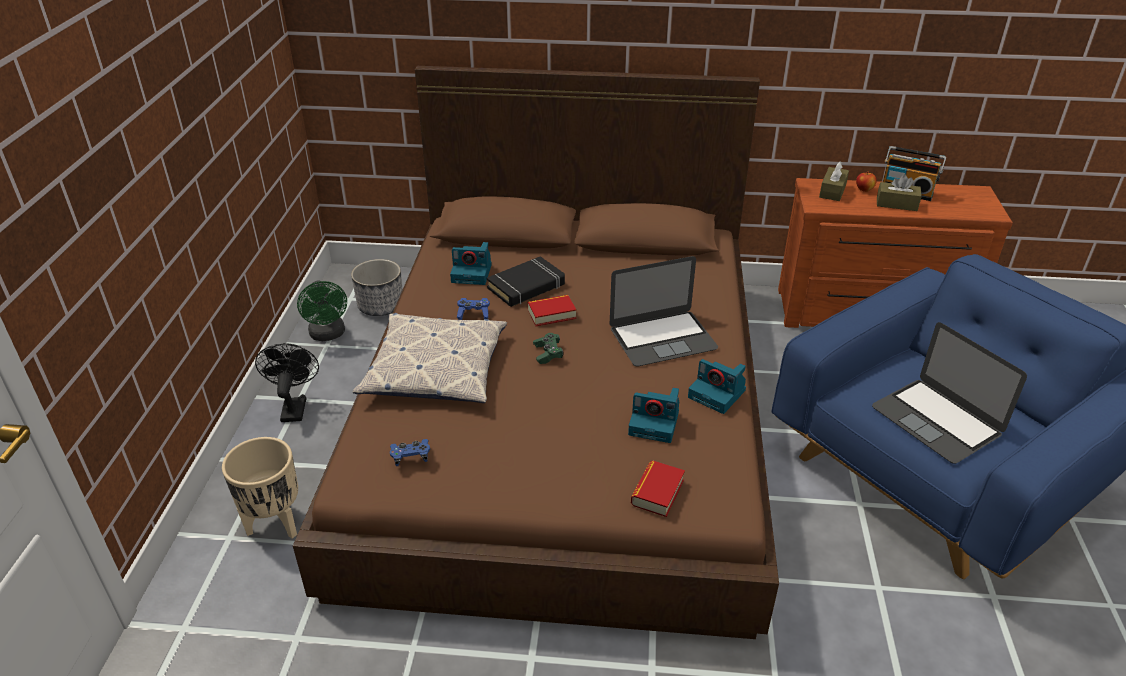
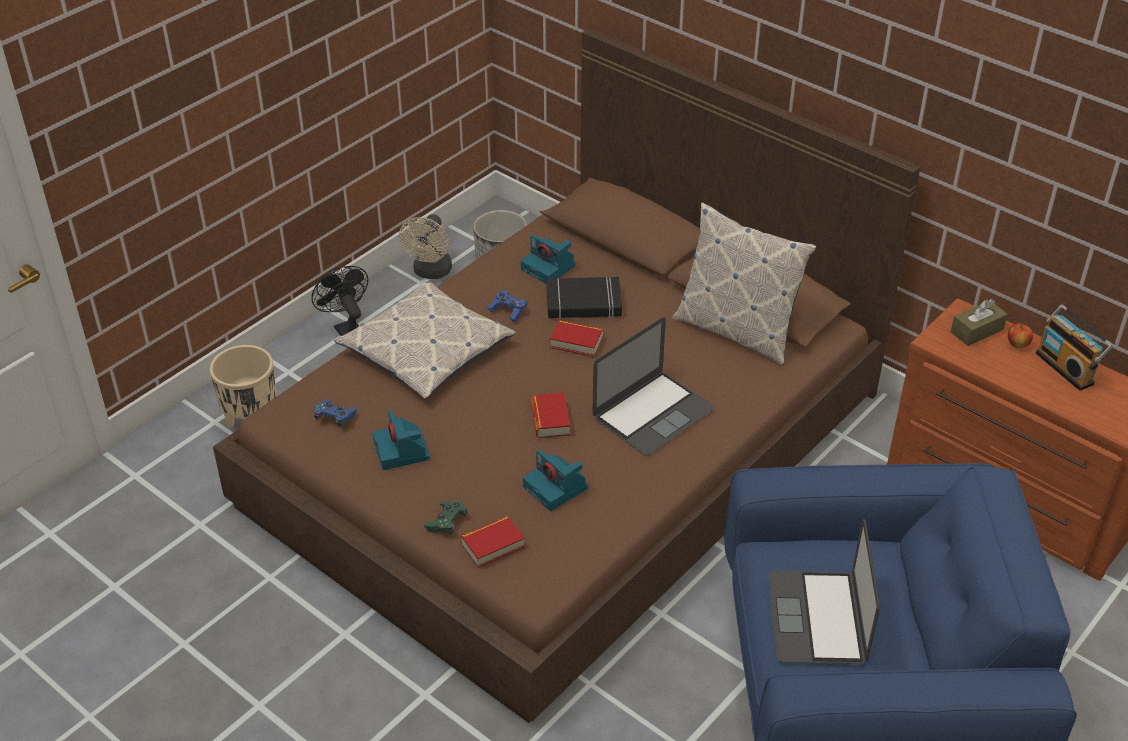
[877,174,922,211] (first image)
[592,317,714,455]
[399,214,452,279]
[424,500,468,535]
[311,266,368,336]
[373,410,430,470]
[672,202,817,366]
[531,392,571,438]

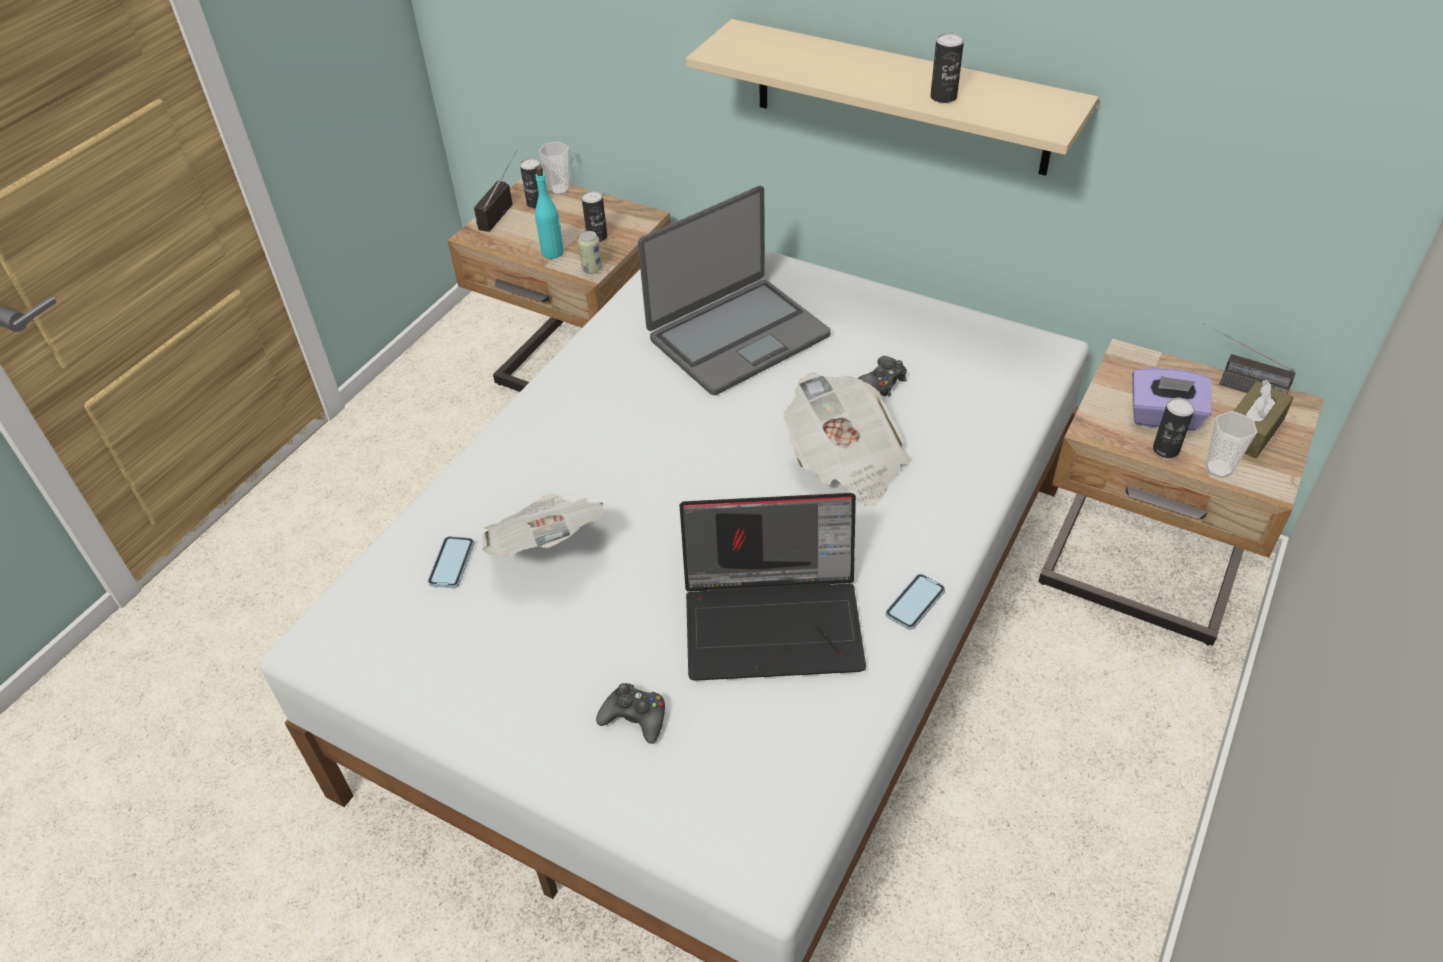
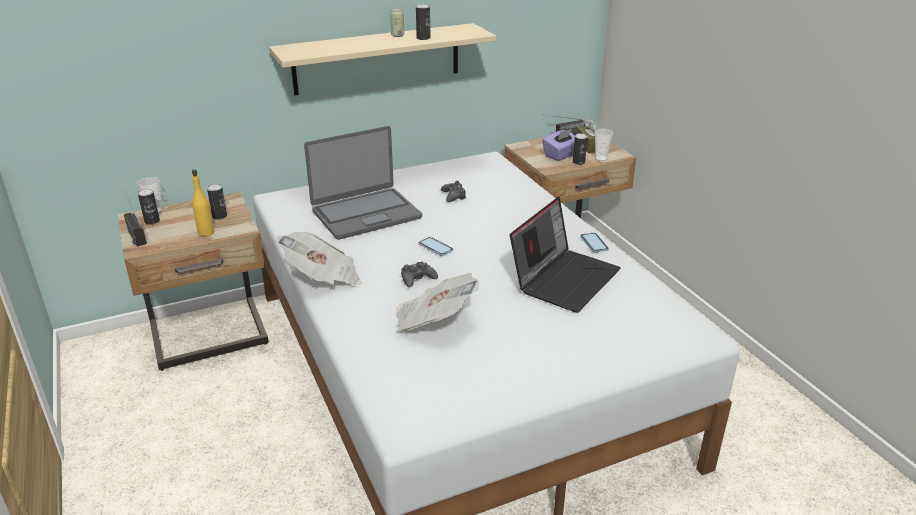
[192,169,214,237]
[304,126,422,240]
[390,8,404,37]
[277,232,362,285]
[419,237,453,256]
[401,261,438,287]

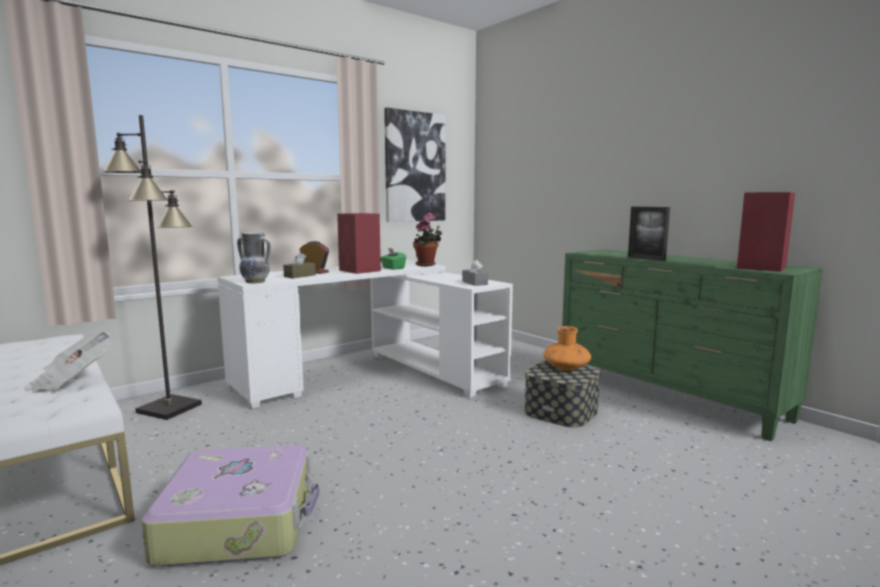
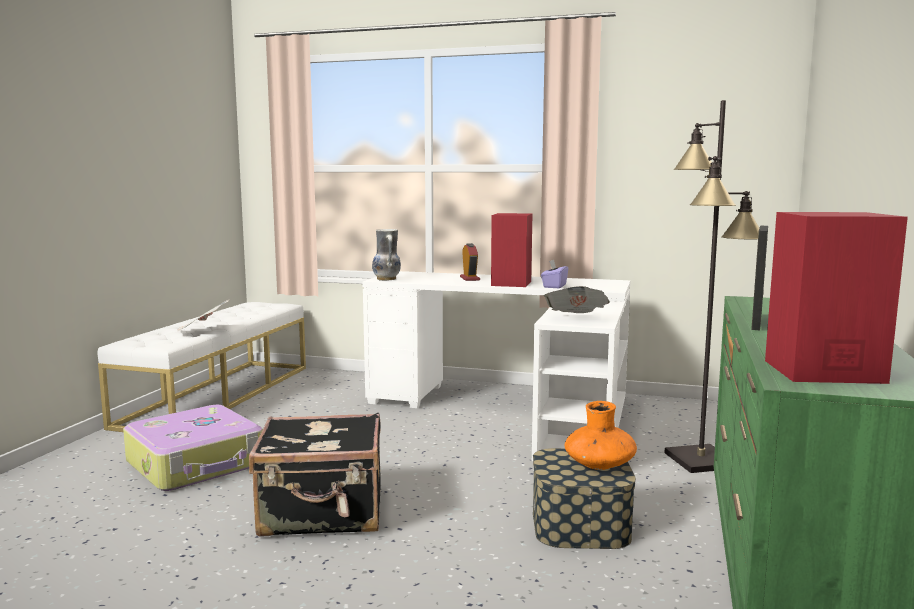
[384,107,445,222] (first image)
[664,100,759,473]
[413,213,442,266] (first image)
[541,259,568,288]
[283,252,316,278] (first image)
[544,286,610,313]
[249,413,381,536]

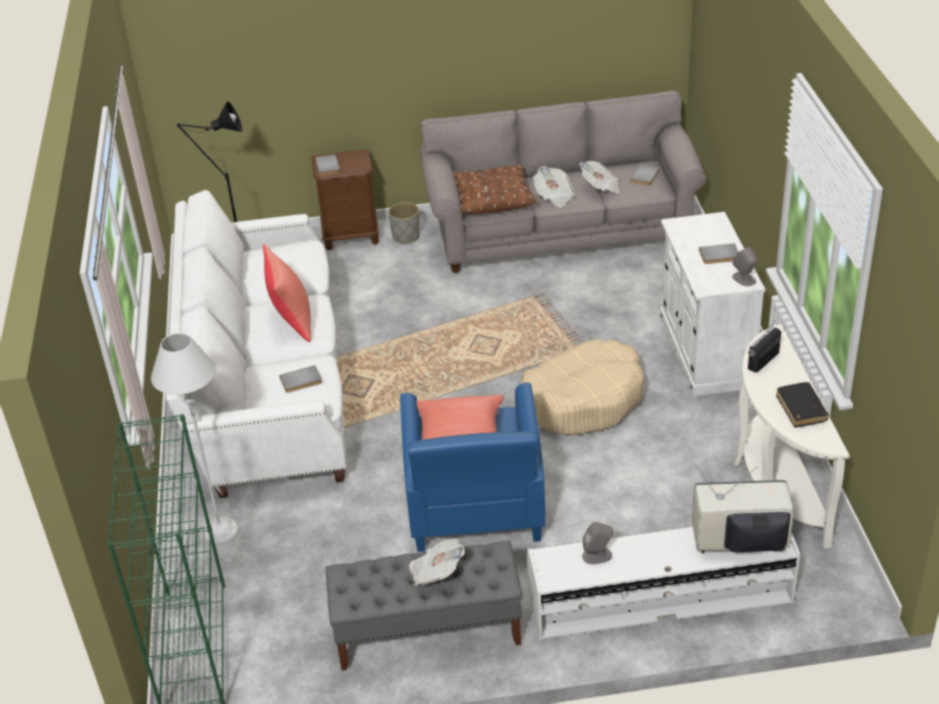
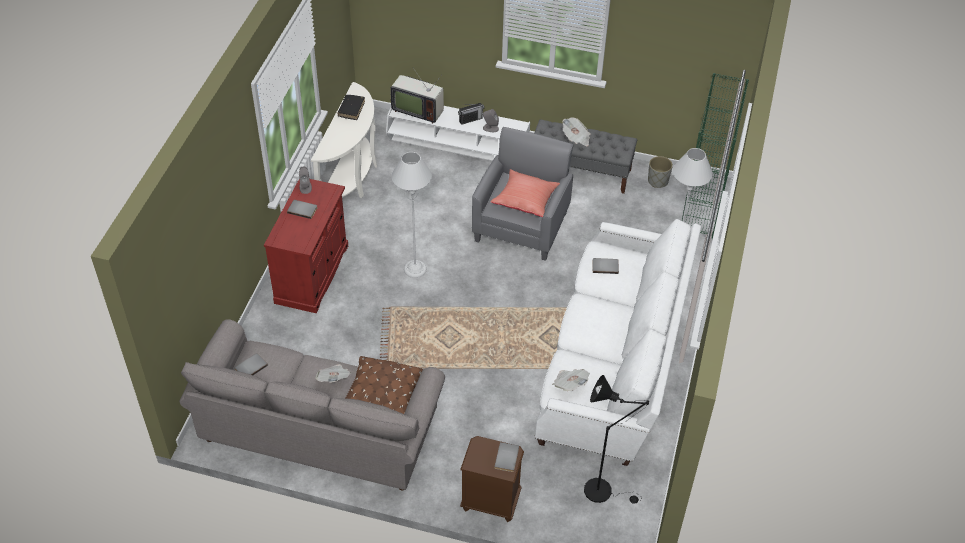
[552,369,590,391]
[648,156,673,188]
[264,179,348,313]
[263,244,311,342] (first image)
[458,103,484,125]
[392,152,432,278]
[472,127,574,261]

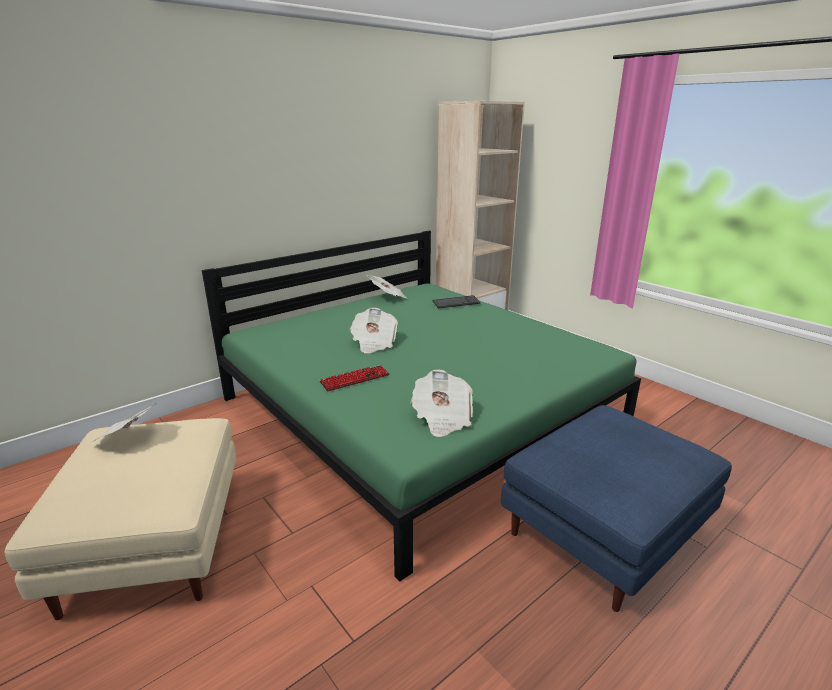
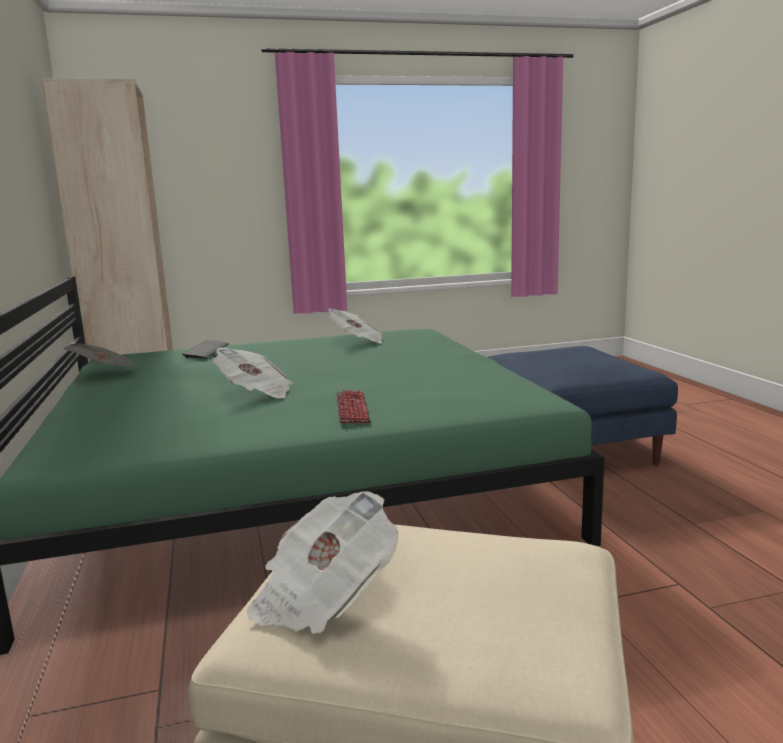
[328,309,383,343]

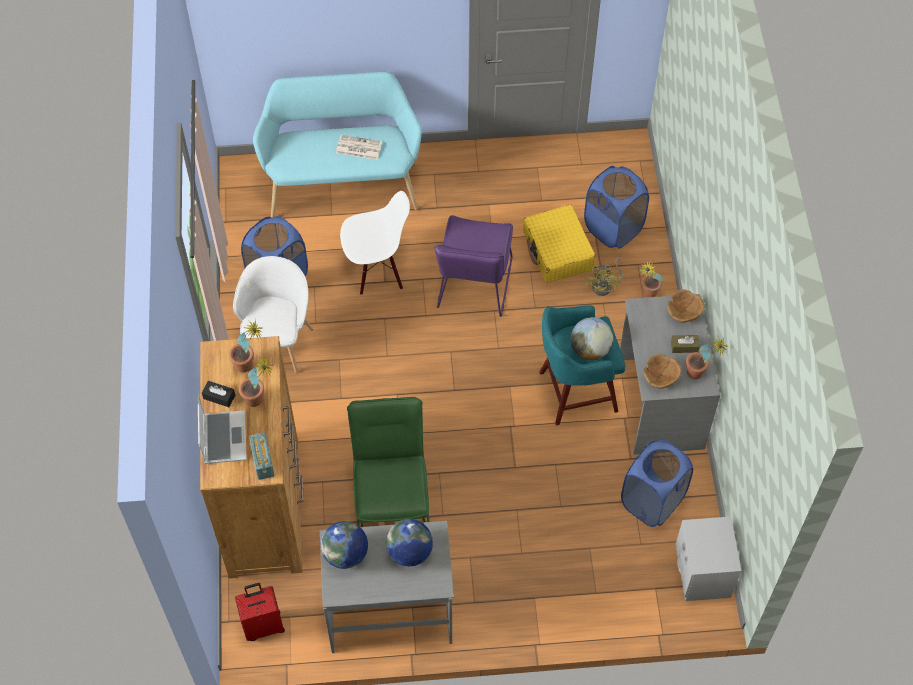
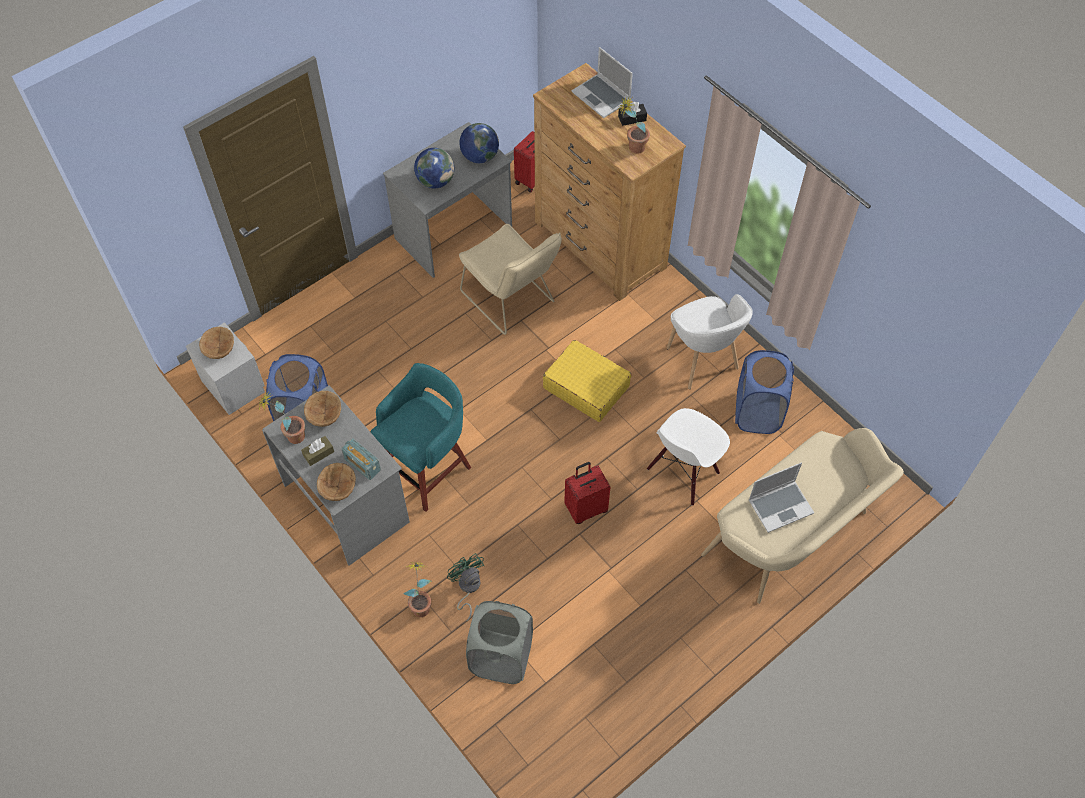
[701,428,904,604]
[749,463,814,533]
[466,601,533,684]
[543,340,631,422]
[564,462,611,524]
[447,553,485,621]
[571,317,614,360] (first image)
[239,356,274,407] (first image)
[459,224,562,335]
[341,438,381,480]
[199,327,234,359]

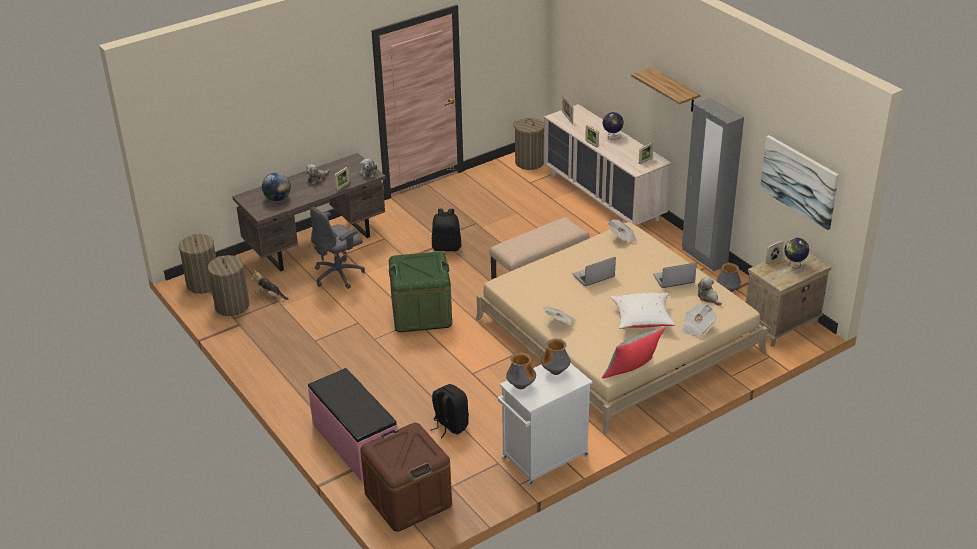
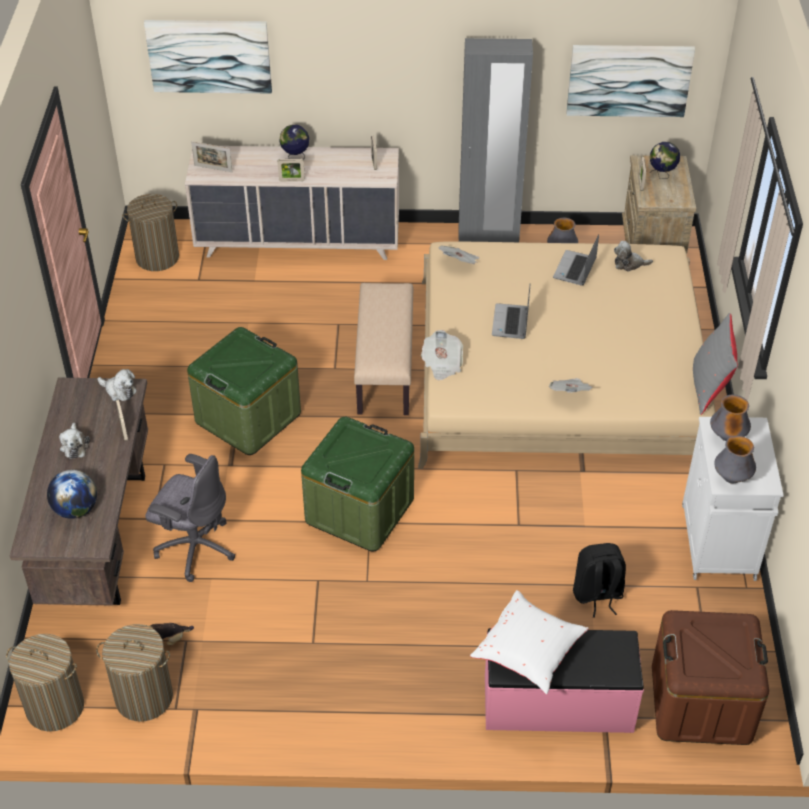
[631,67,700,112] (first image)
[145,454,235,582]
[187,327,301,455]
[470,590,589,694]
[421,330,463,381]
[144,20,272,94]

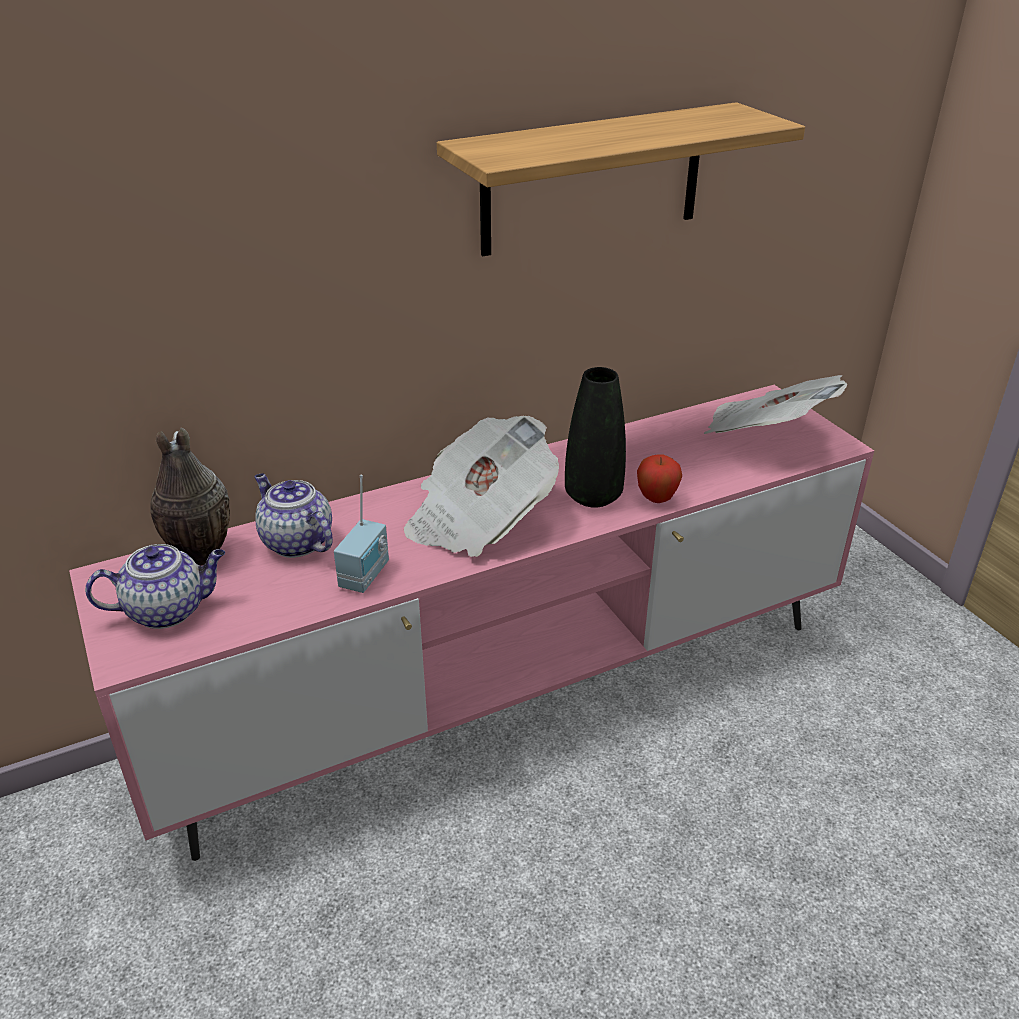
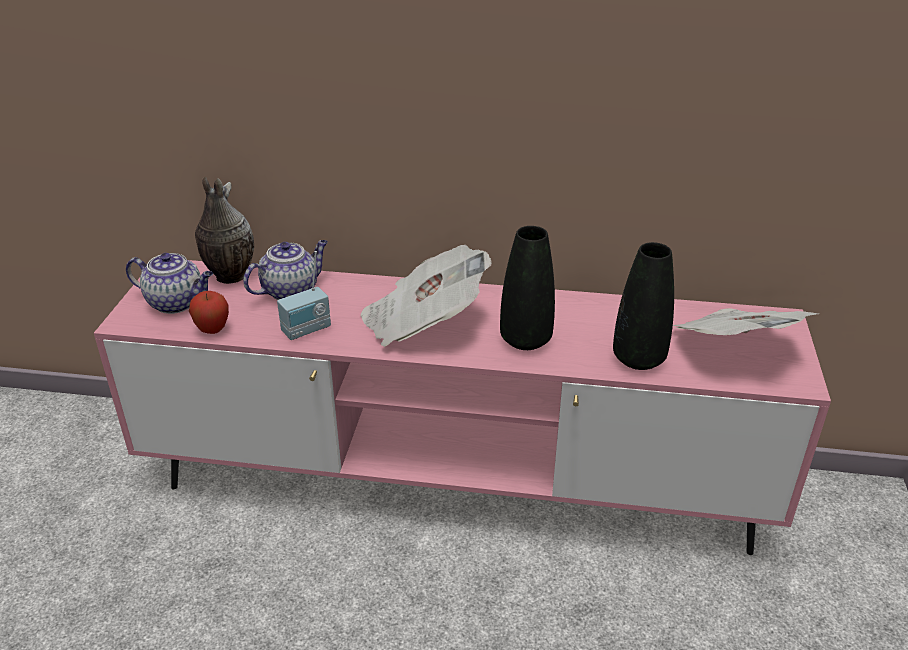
[437,102,805,256] (first image)
[189,291,229,334]
[243,240,328,300]
[613,242,674,370]

